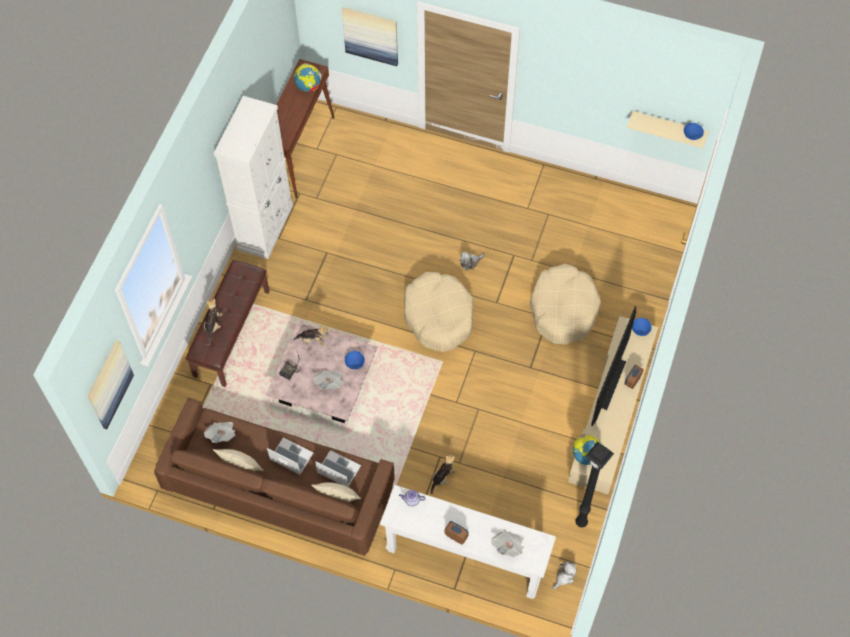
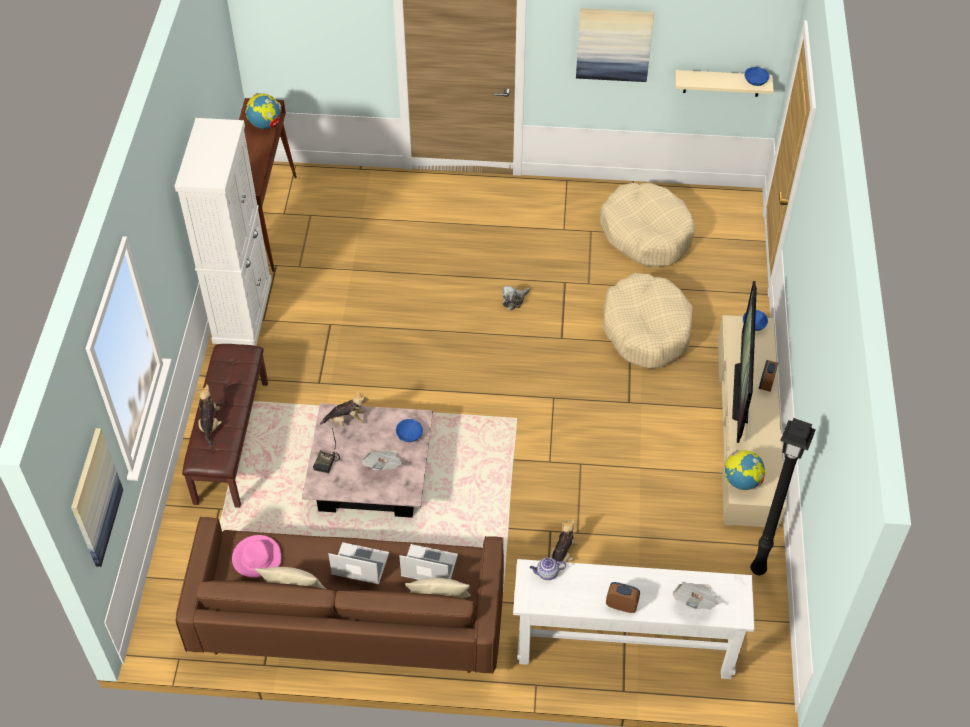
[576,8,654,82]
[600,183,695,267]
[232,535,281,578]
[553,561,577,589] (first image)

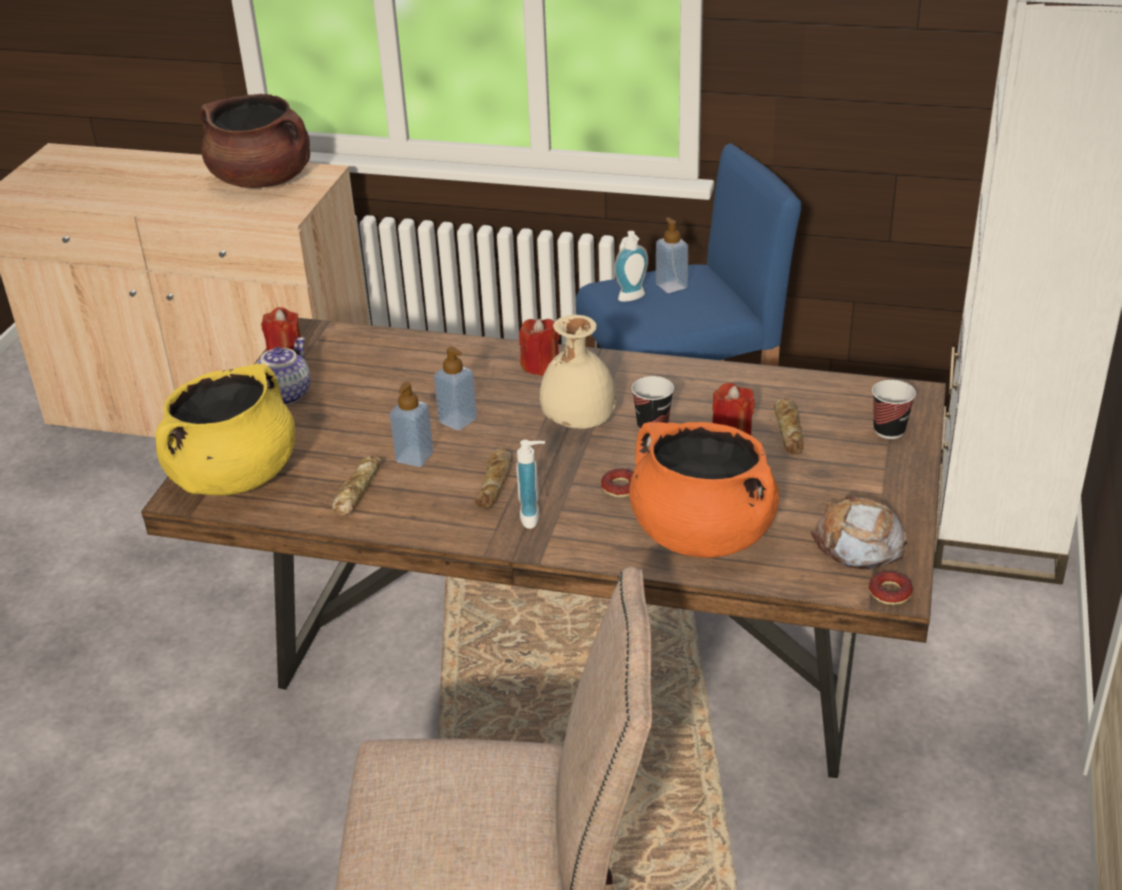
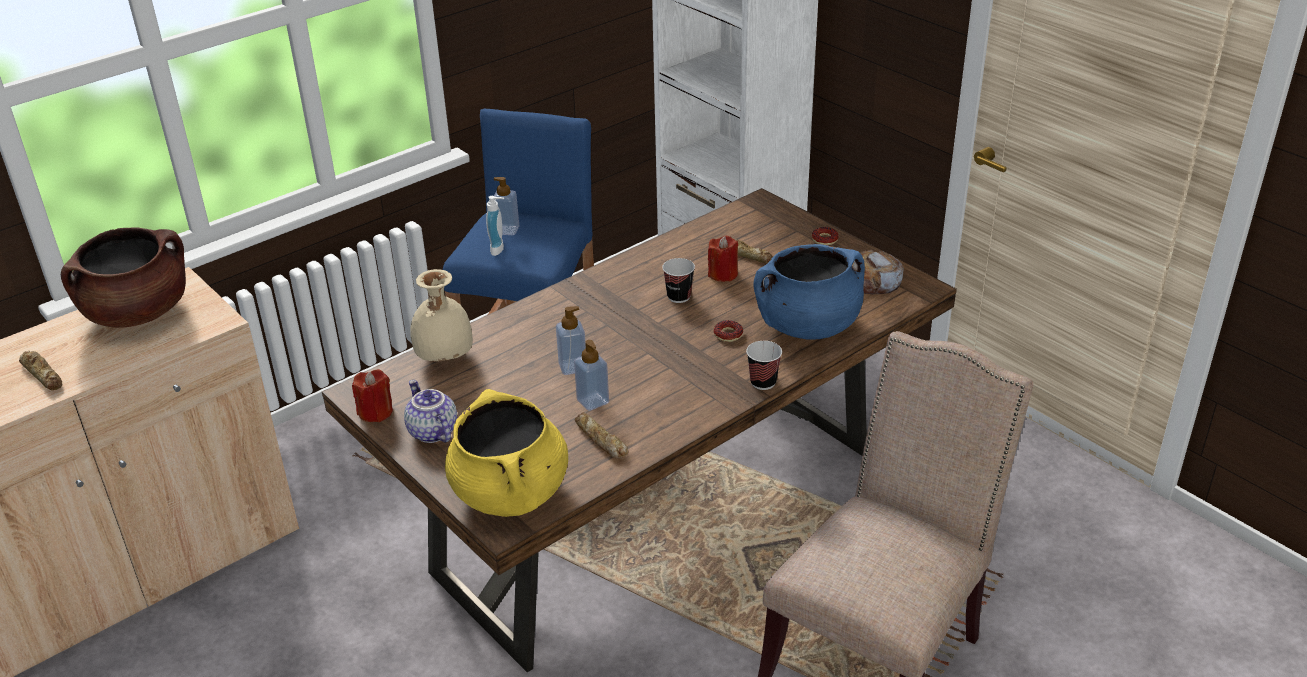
[410,269,473,361]
[519,318,559,376] (first image)
[746,341,782,390]
[754,244,865,340]
[516,440,545,529] (first image)
[19,351,62,390]
[812,227,839,245]

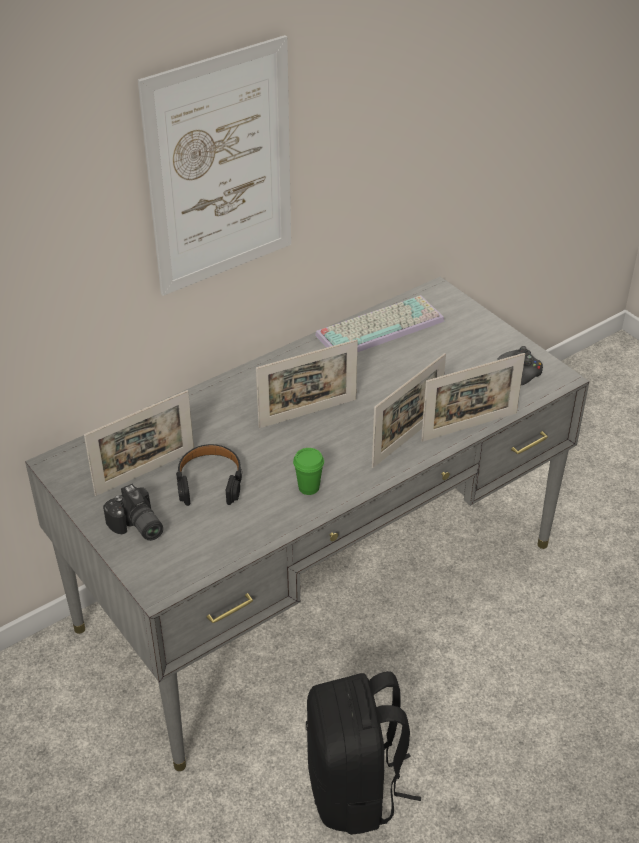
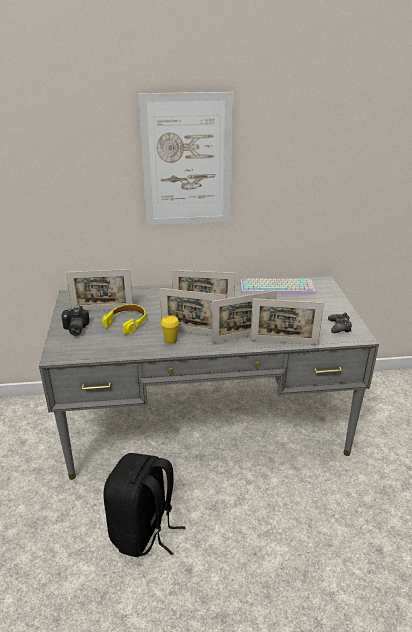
[102,304,146,335]
[161,315,179,344]
[160,288,226,335]

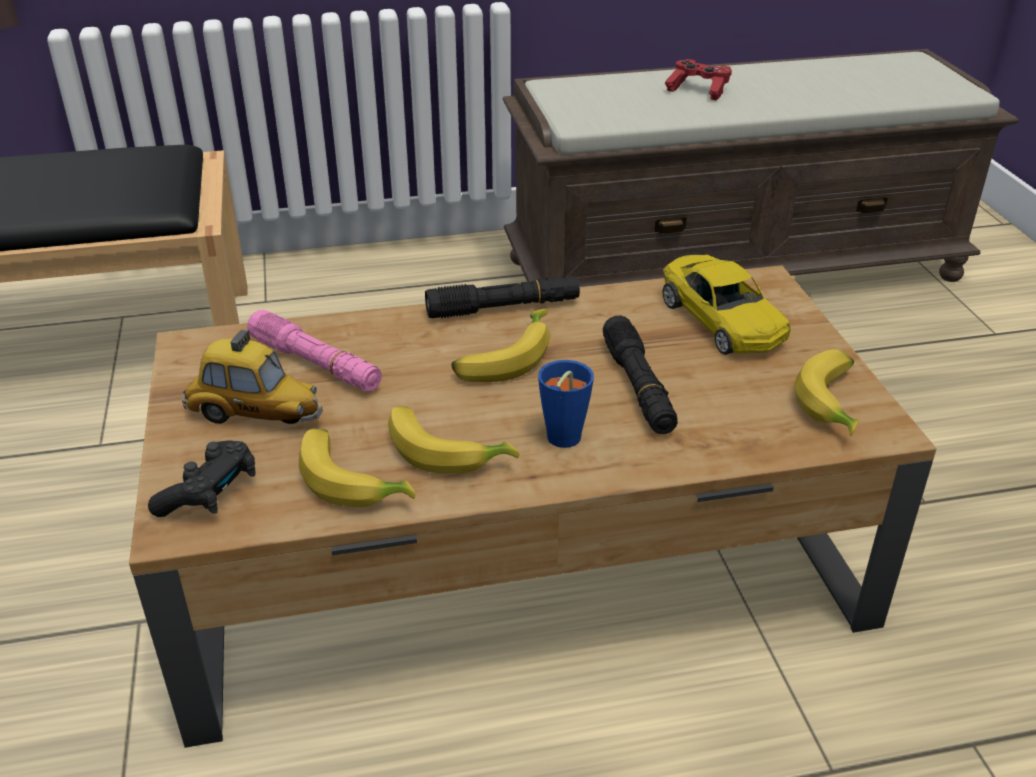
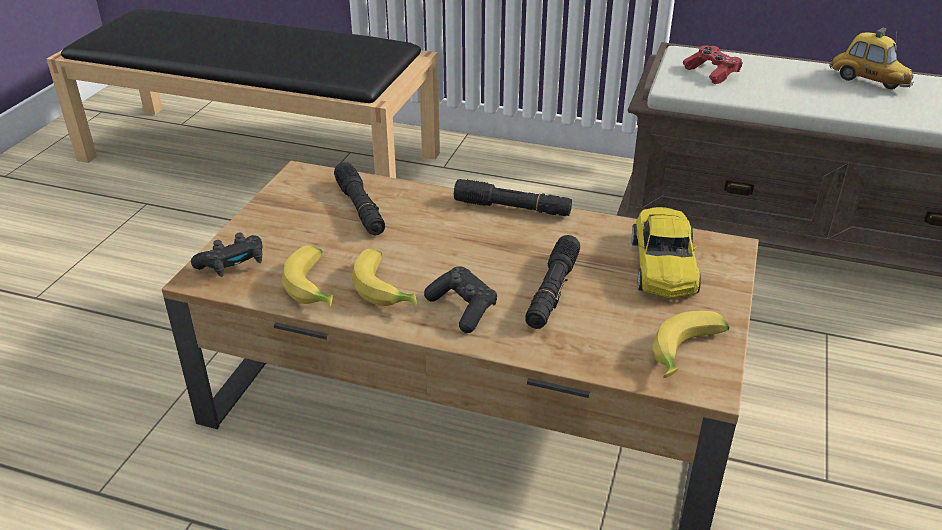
[683,45,743,84]
[451,309,550,382] (first image)
[334,162,385,236]
[829,27,913,89]
[424,266,497,333]

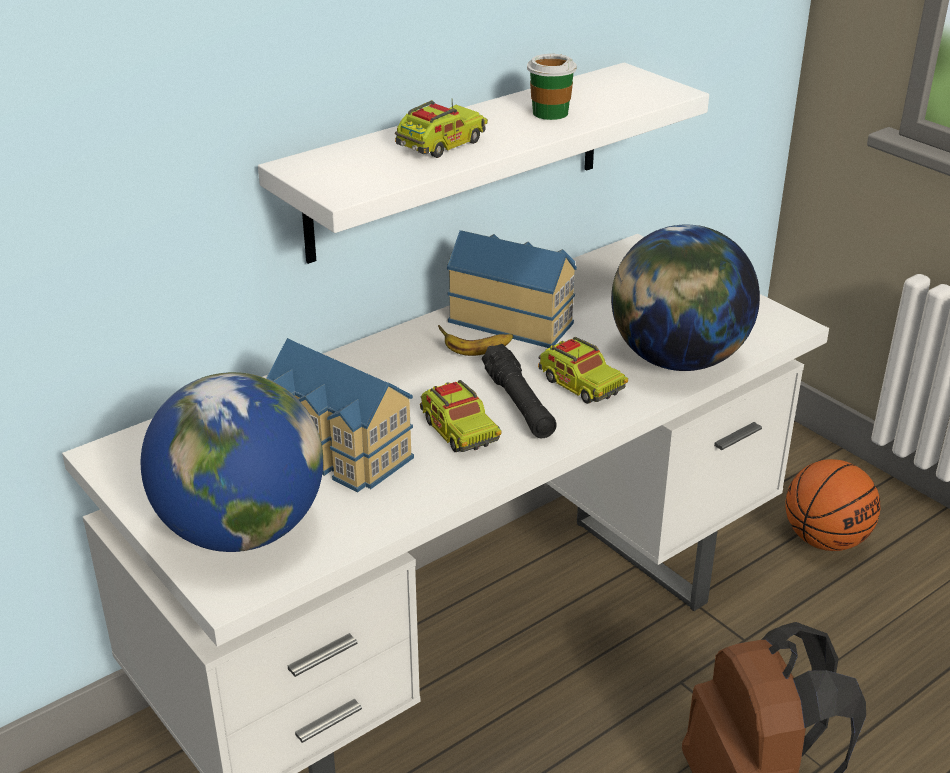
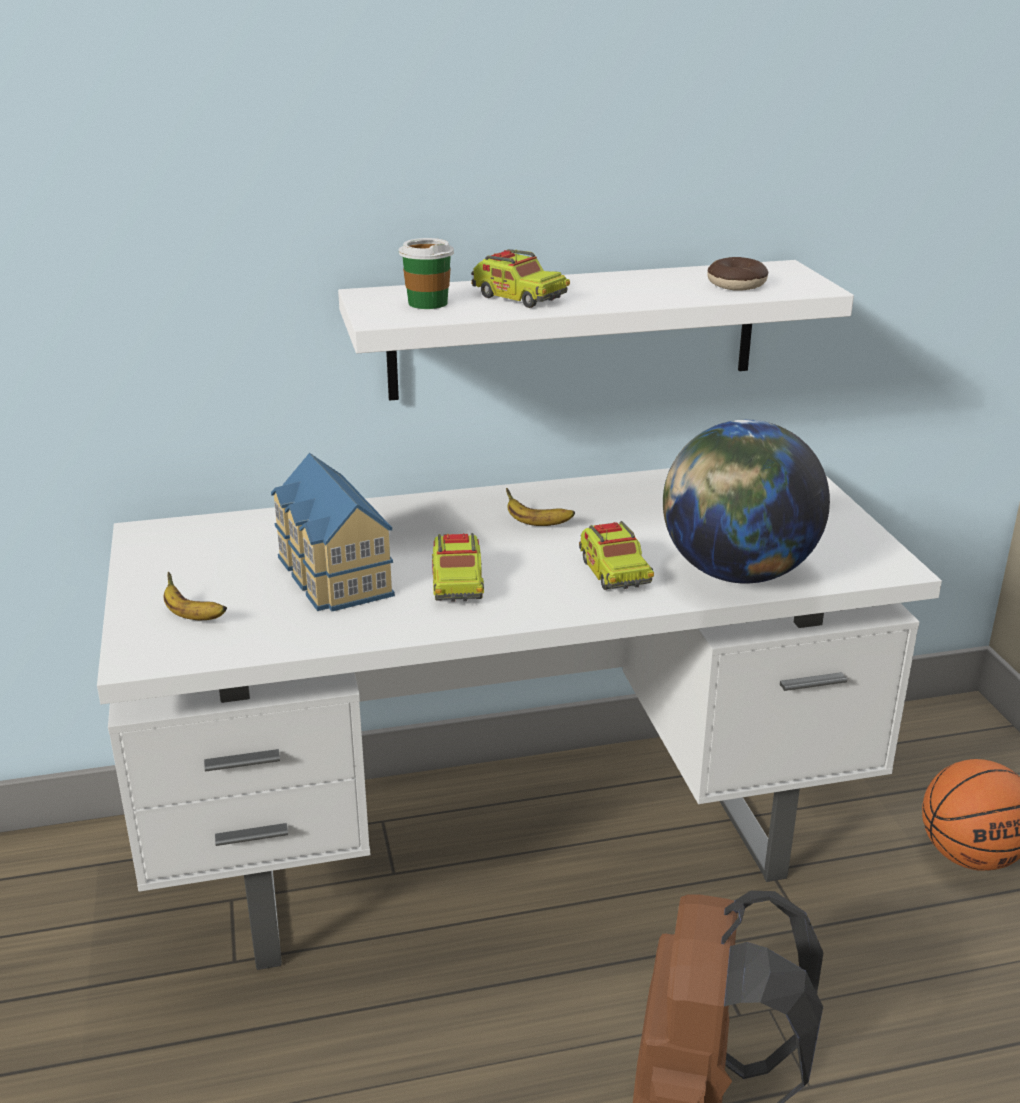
[399,238,454,309]
[471,249,570,308]
[447,230,577,348] (first image)
[482,344,557,438] (first image)
[164,572,227,620]
[707,257,768,291]

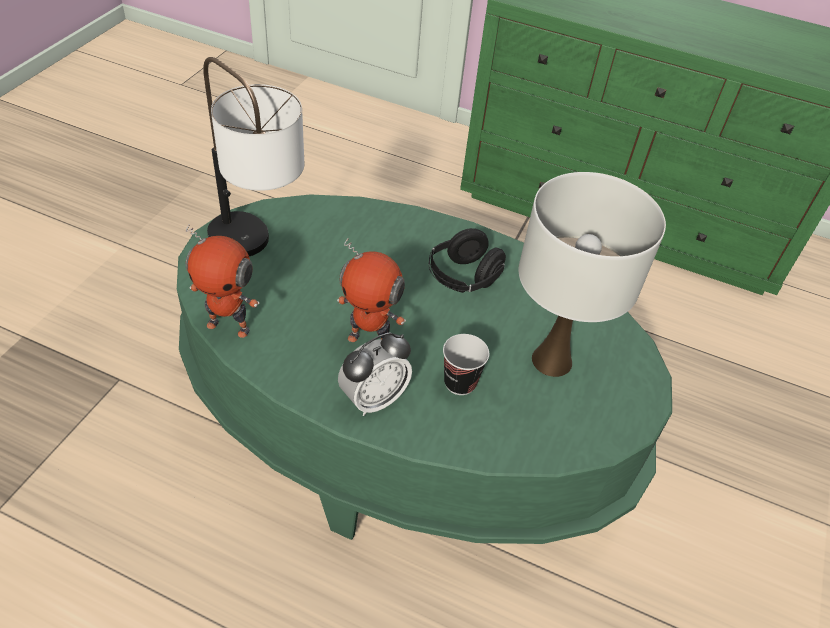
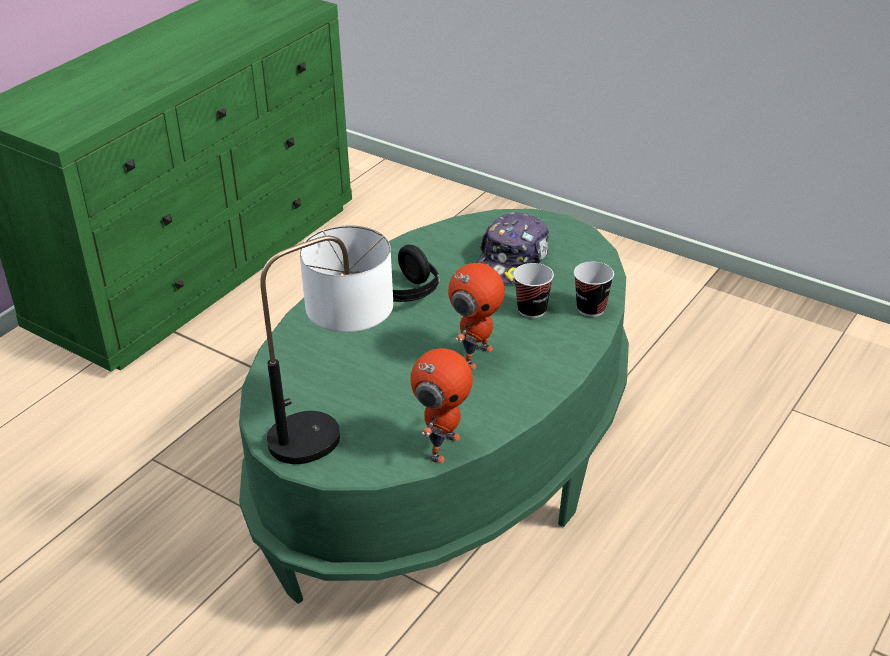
[477,212,549,284]
[338,332,412,416] (first image)
[574,261,614,317]

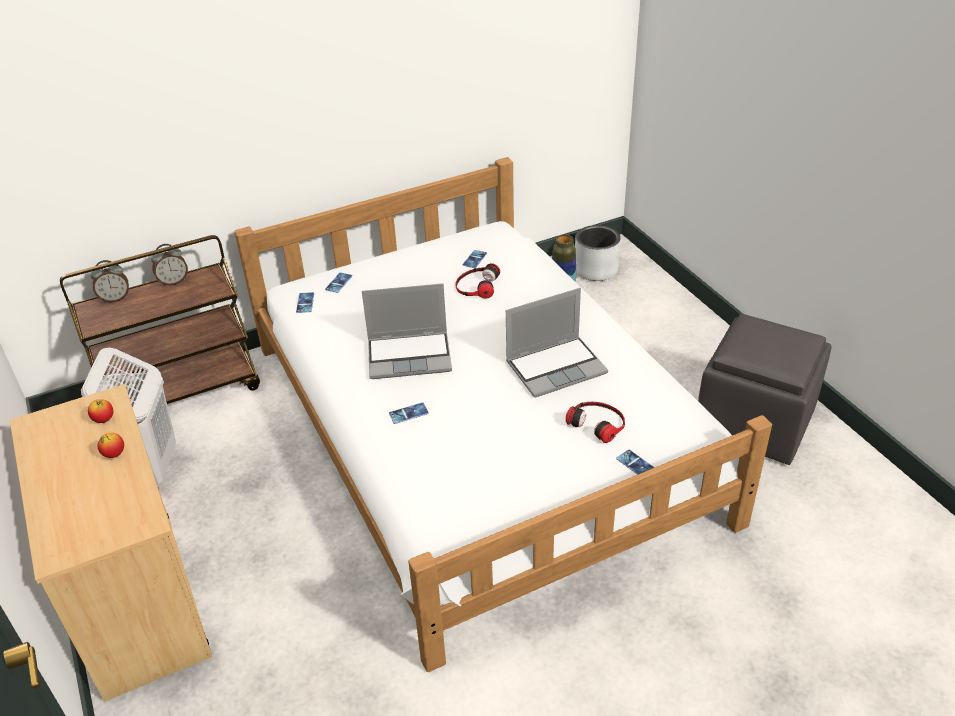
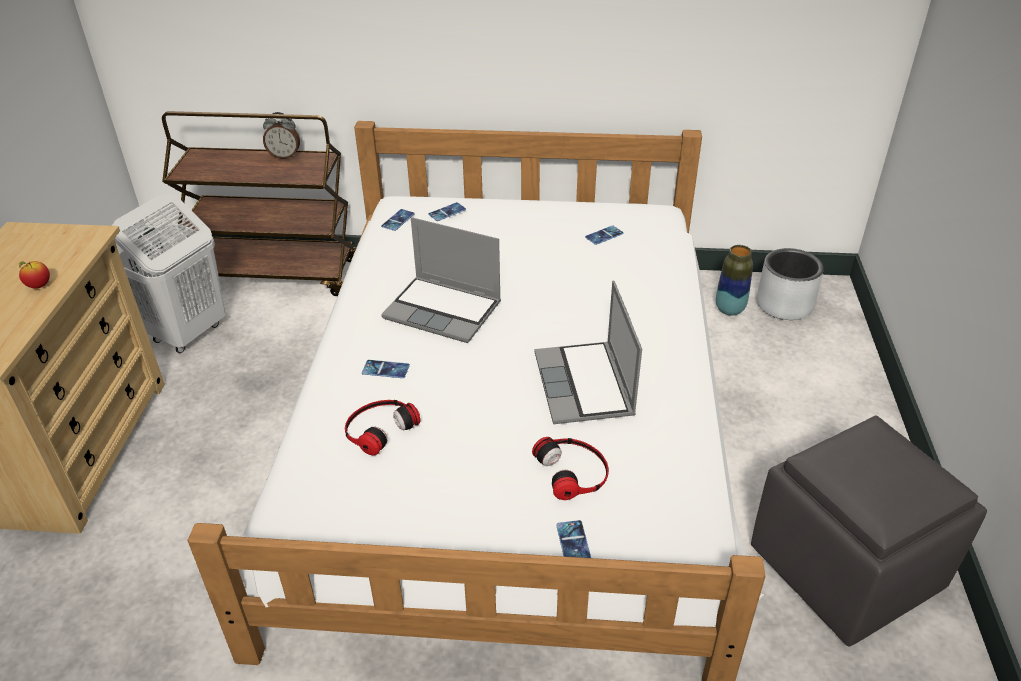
[90,260,129,303] (first image)
[345,400,421,456]
[534,280,642,424]
[88,400,113,423] (first image)

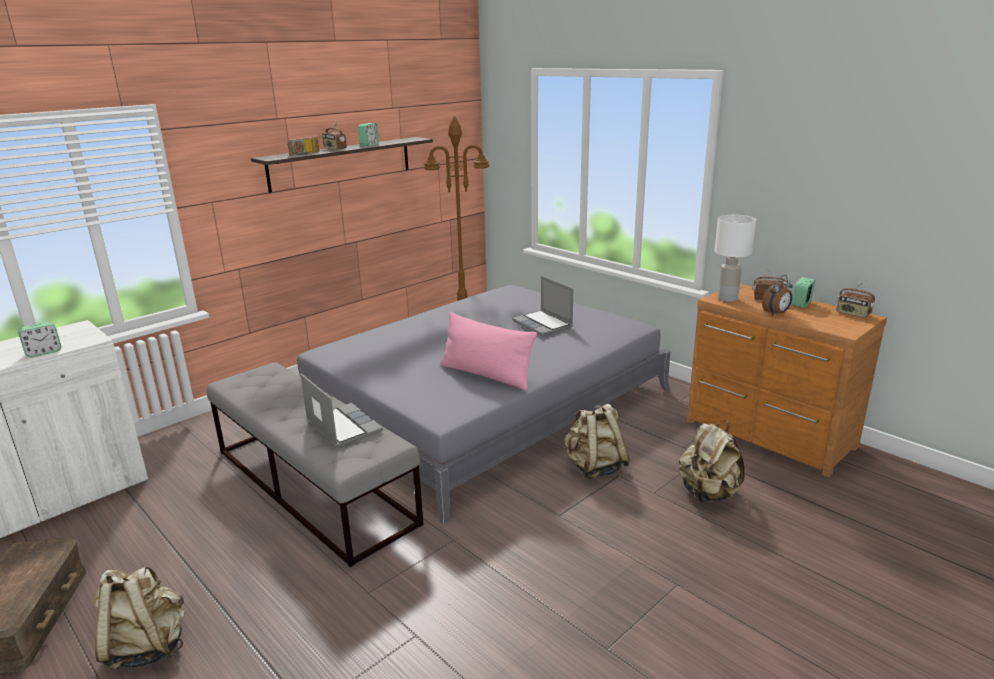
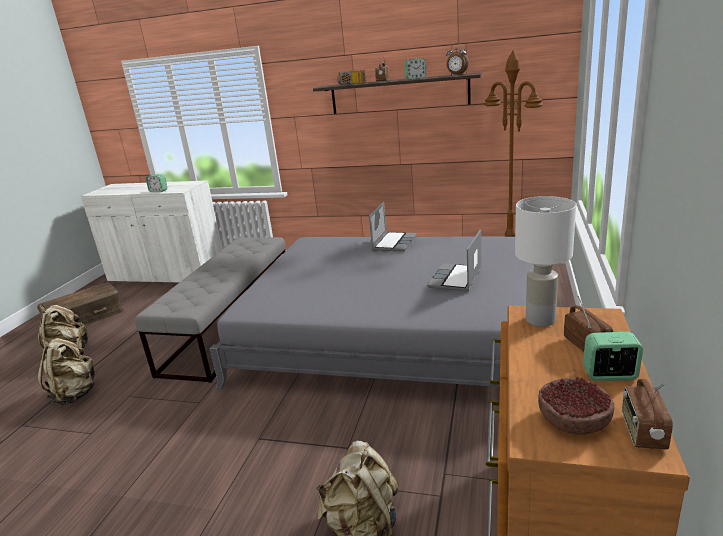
[446,43,469,75]
[441,312,537,390] (first image)
[369,202,417,252]
[38,338,98,405]
[538,377,614,435]

